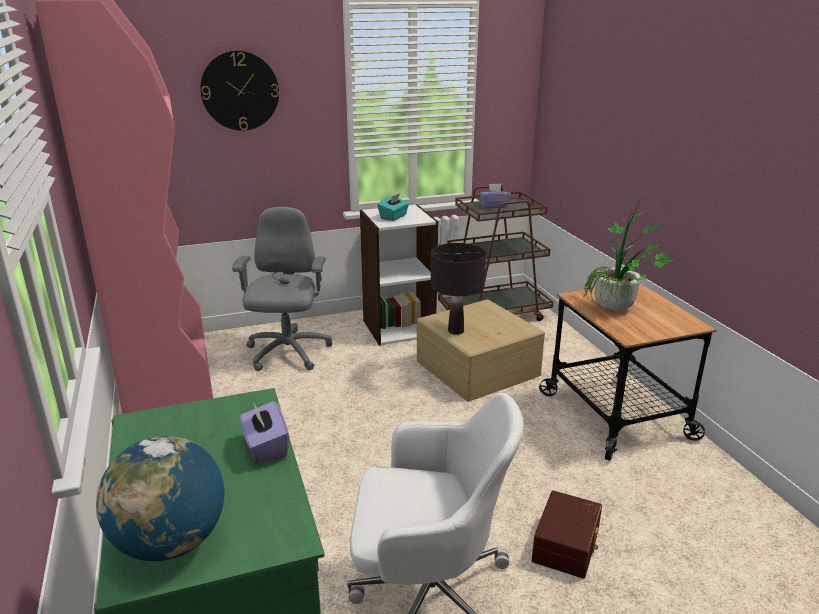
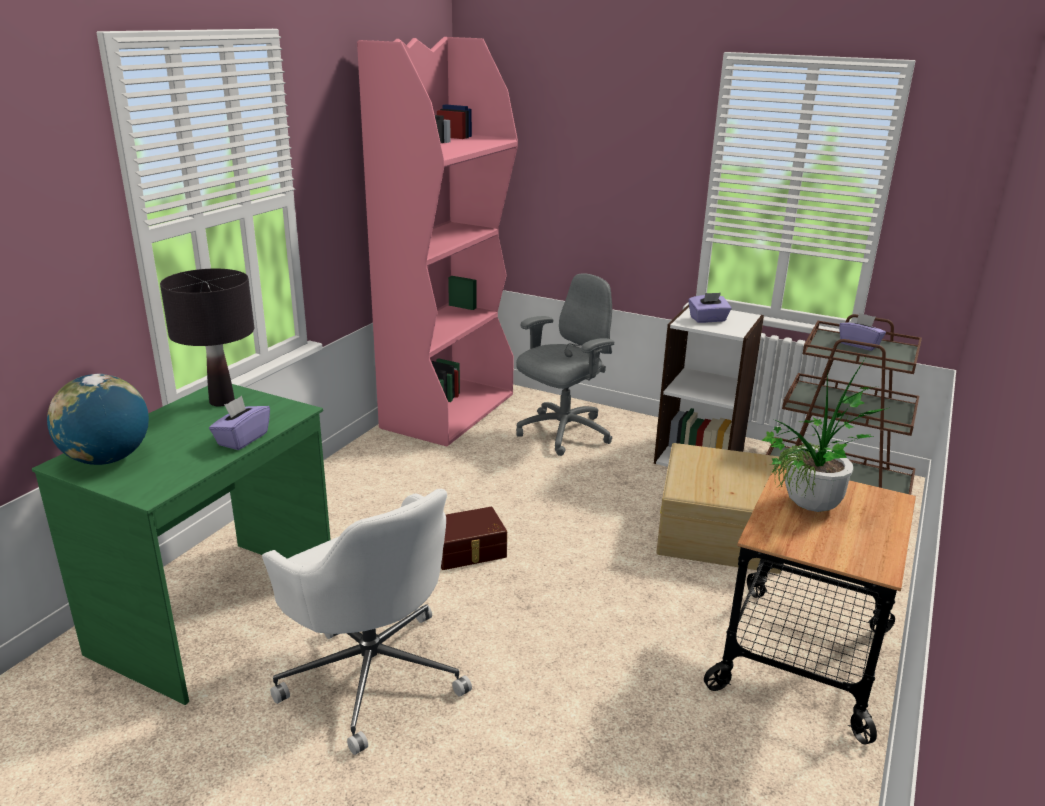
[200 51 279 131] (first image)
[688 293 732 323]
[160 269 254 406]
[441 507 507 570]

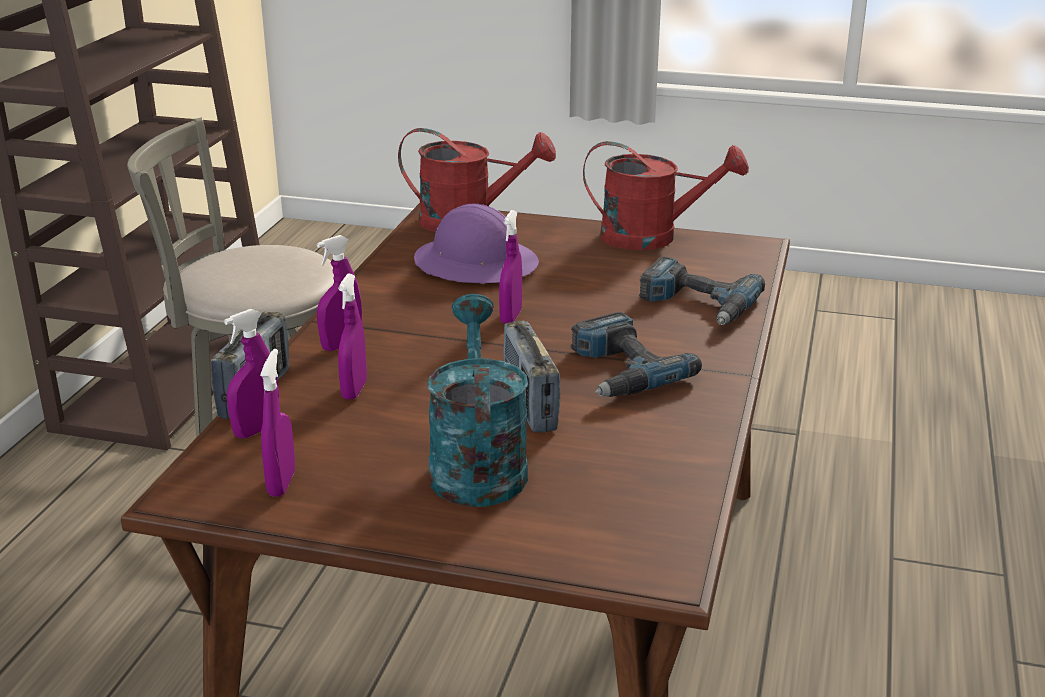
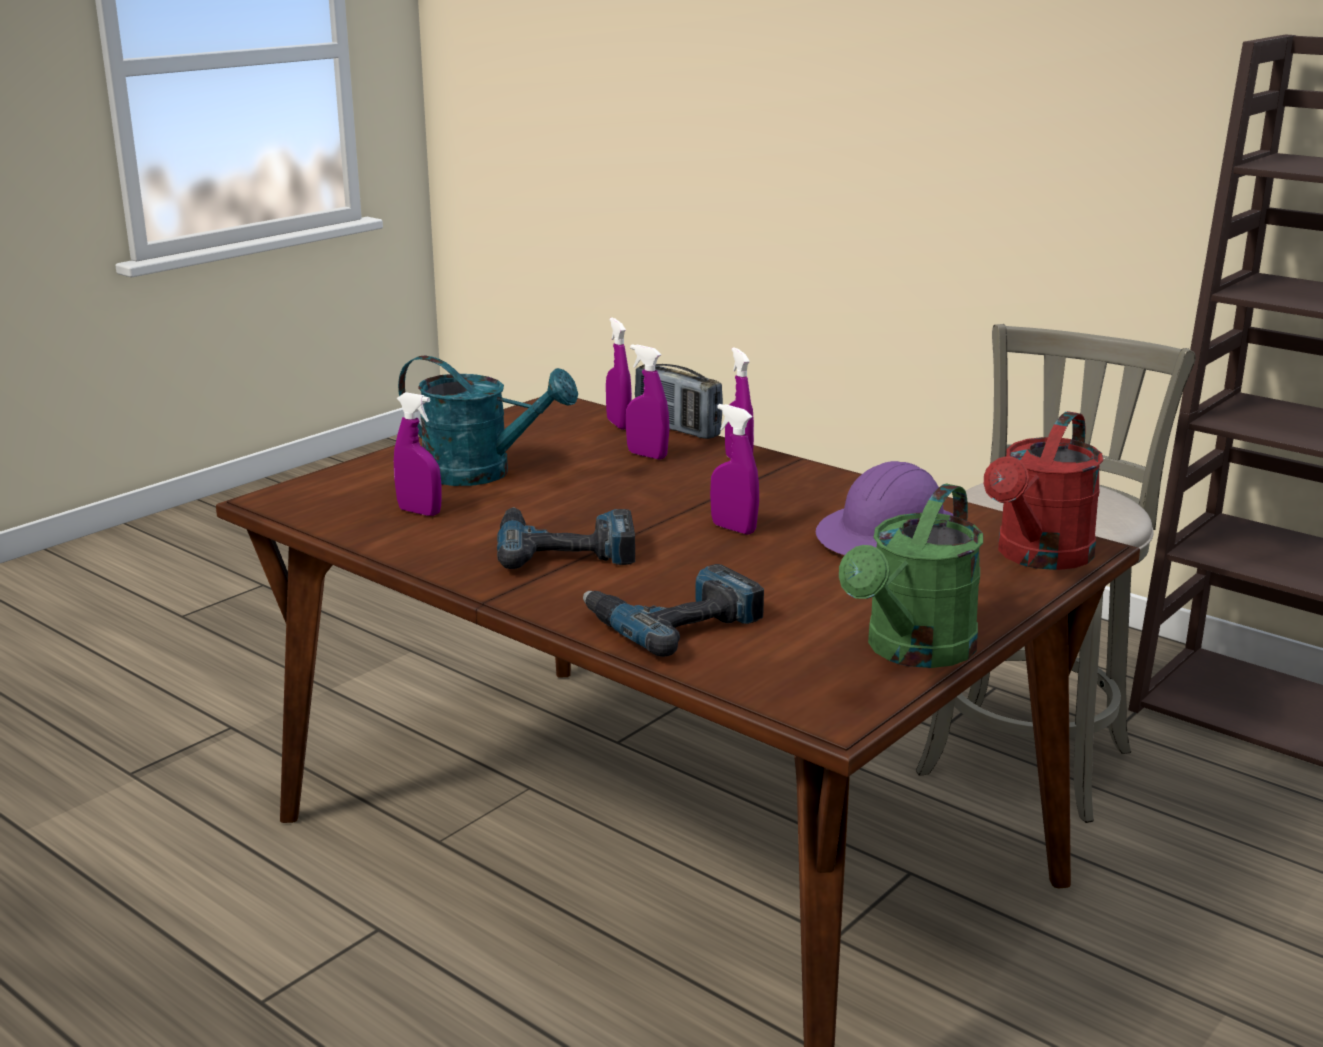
[394 392 442 516]
[503 321 560 432] (first image)
[839 483 983 668]

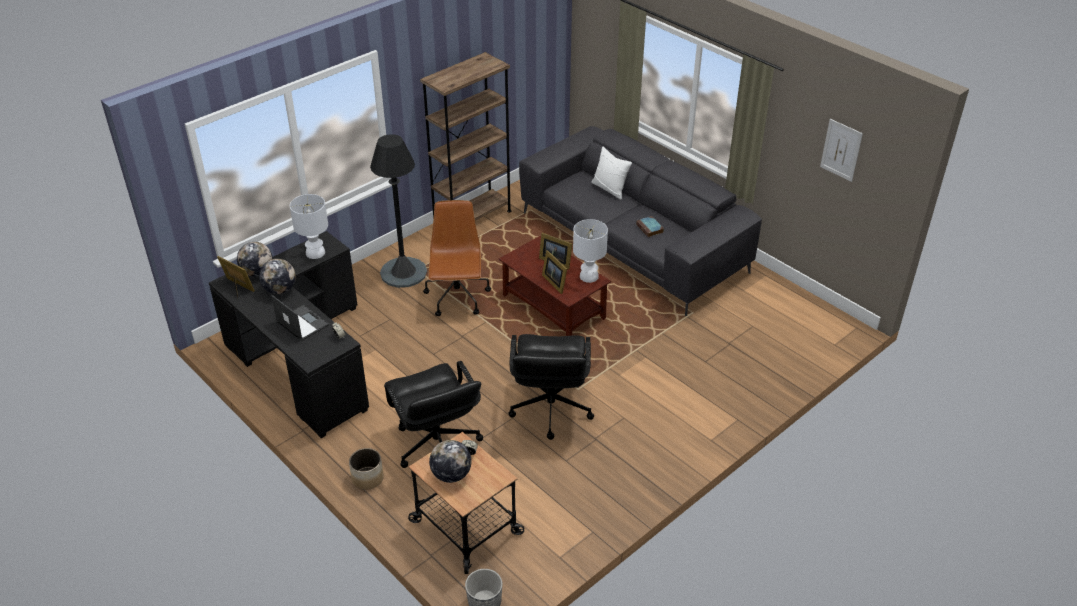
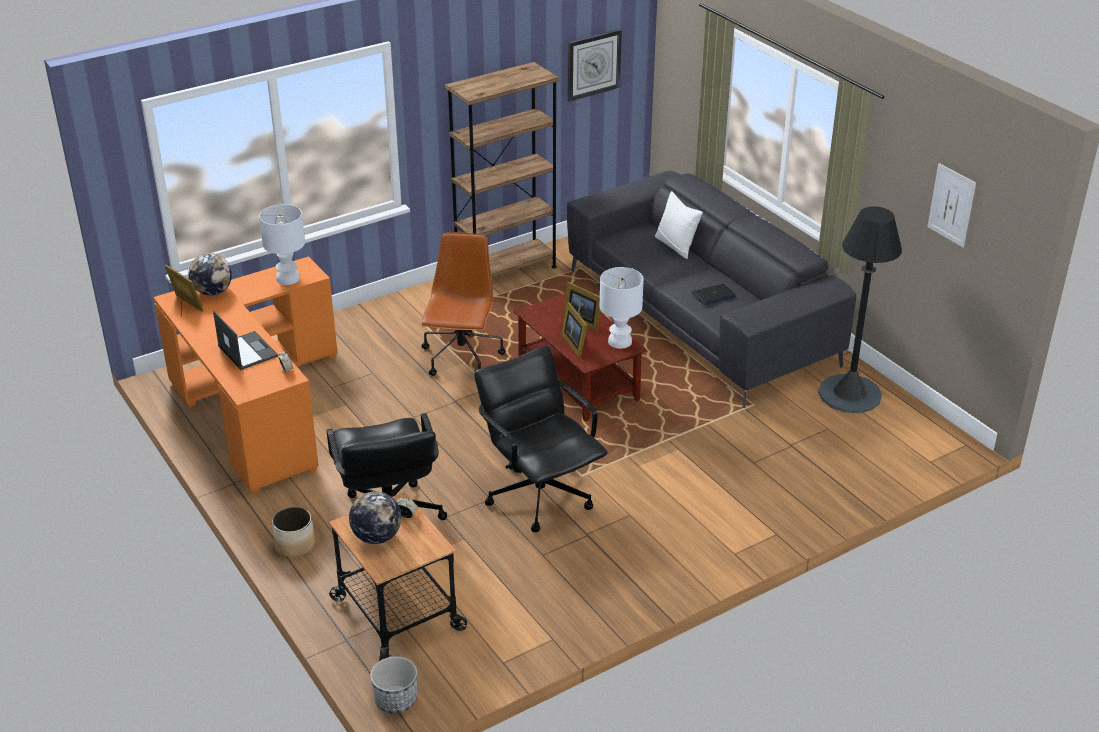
[153 256 338 495]
[259 259 296 294] (first image)
[818 206 902 413]
[474 345 608 532]
[692 284 736 305]
[568 29 622 102]

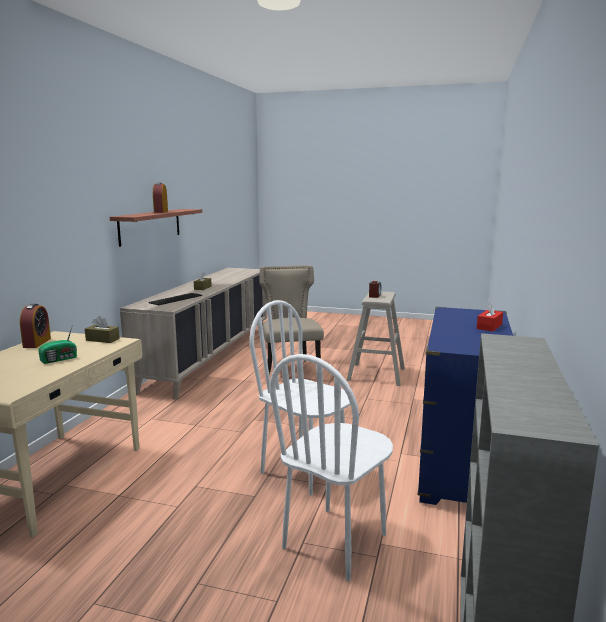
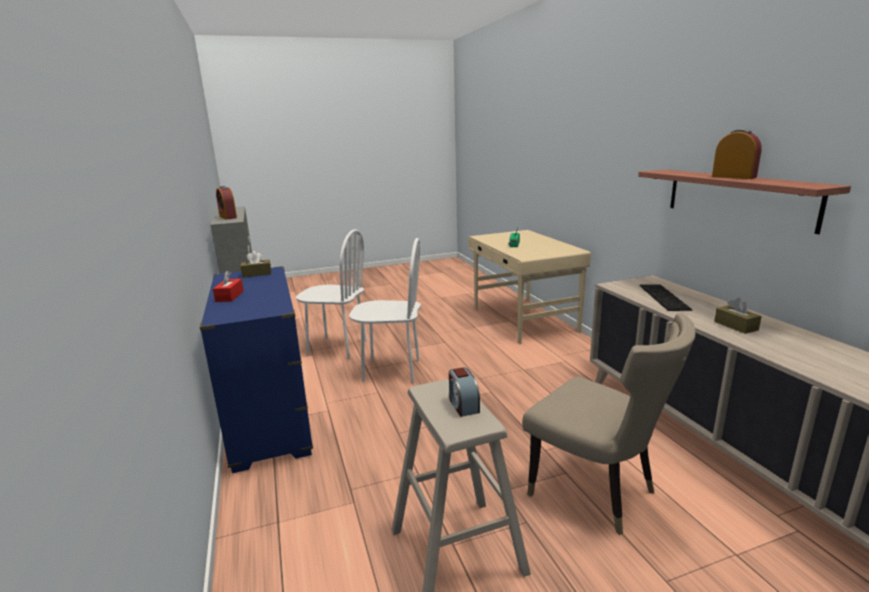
[216 186 237 220]
[240 251 271 278]
[296 229 367 360]

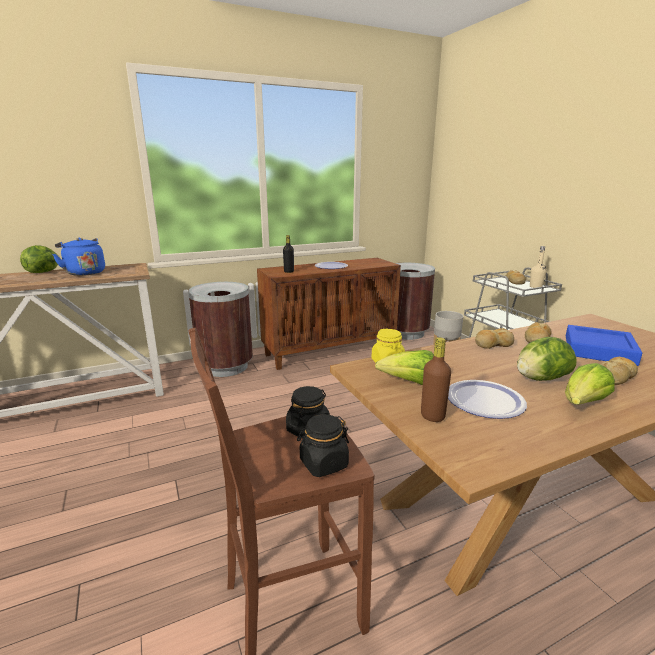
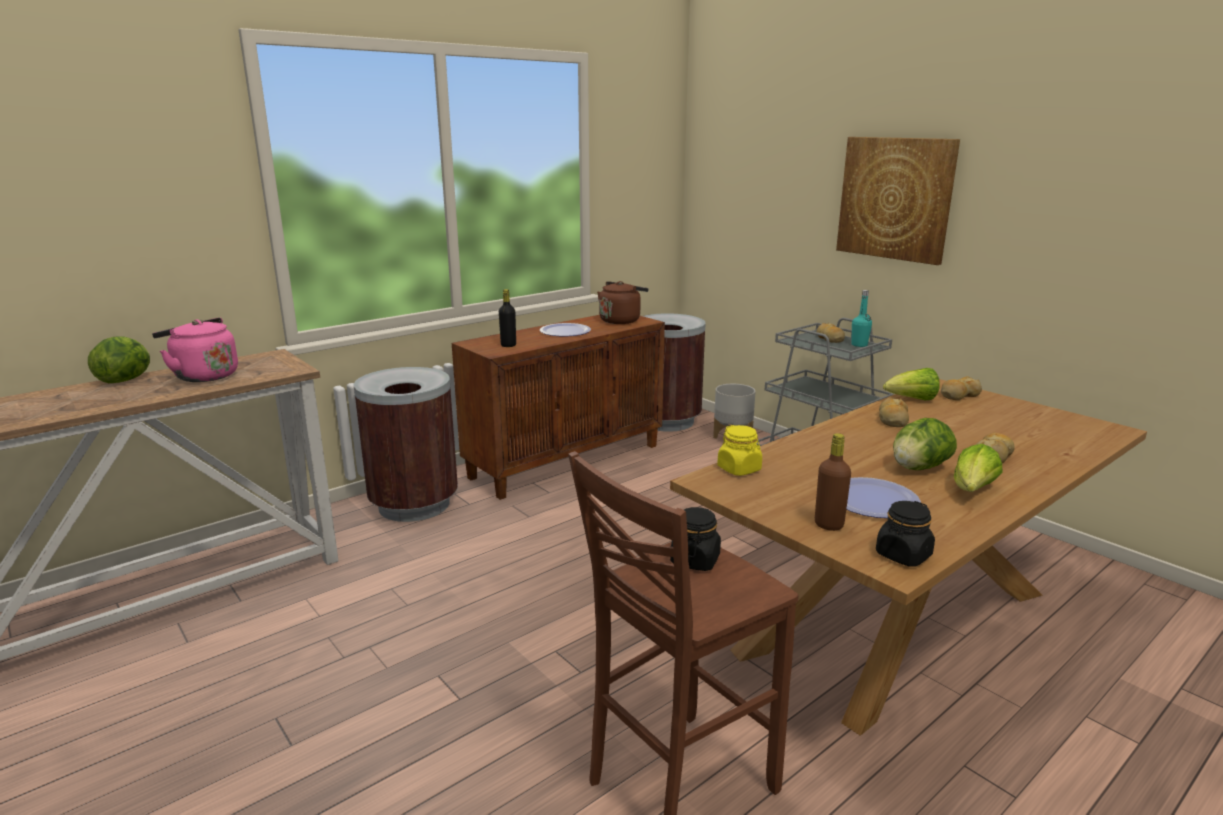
[152 318 238 382]
[876 501 935 567]
[883 368 940 401]
[941 376 982 400]
[851 290 872 347]
[566 325 642 366] (first image)
[597 281 649 324]
[836 137 960 265]

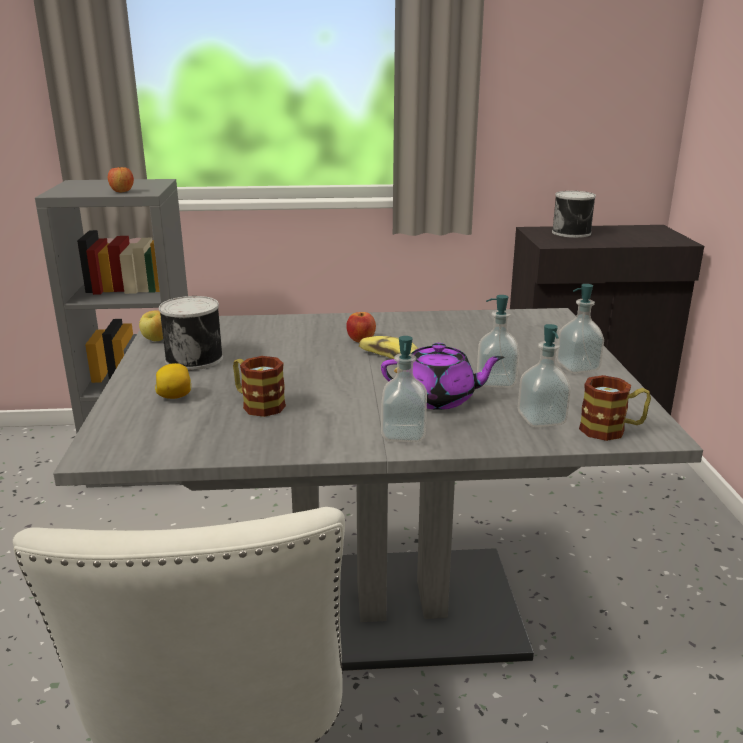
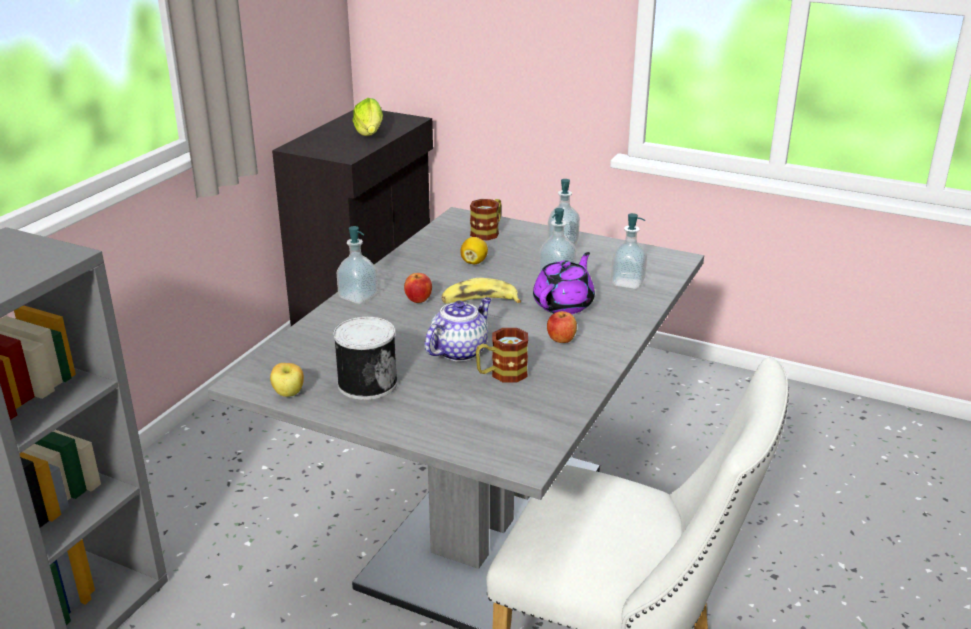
[547 311 577 343]
[460 237 488 264]
[337 226 378 304]
[552 191 596 238] (first image)
[470 199 501 240]
[352 98 383 136]
[424 297 492 362]

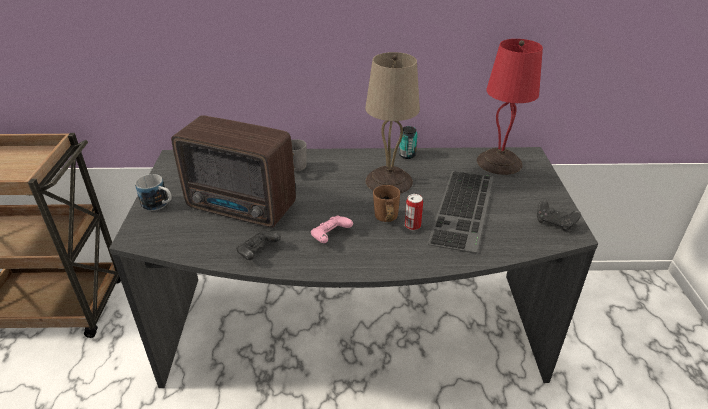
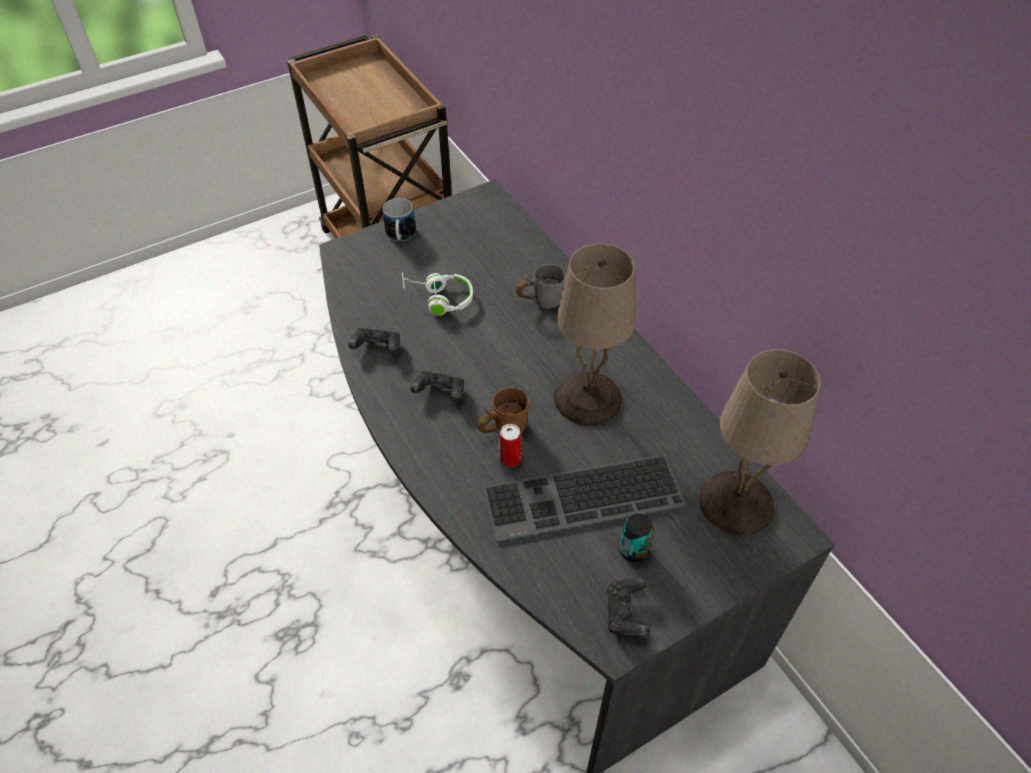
[402 272 473 315]
[410 371 464 402]
[619 514 654 562]
[699 349 820 535]

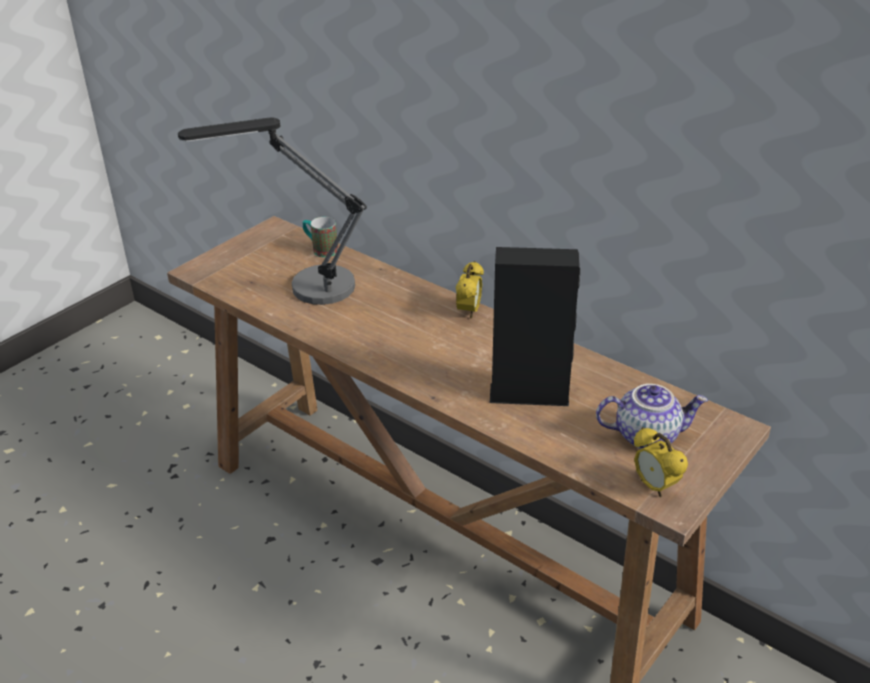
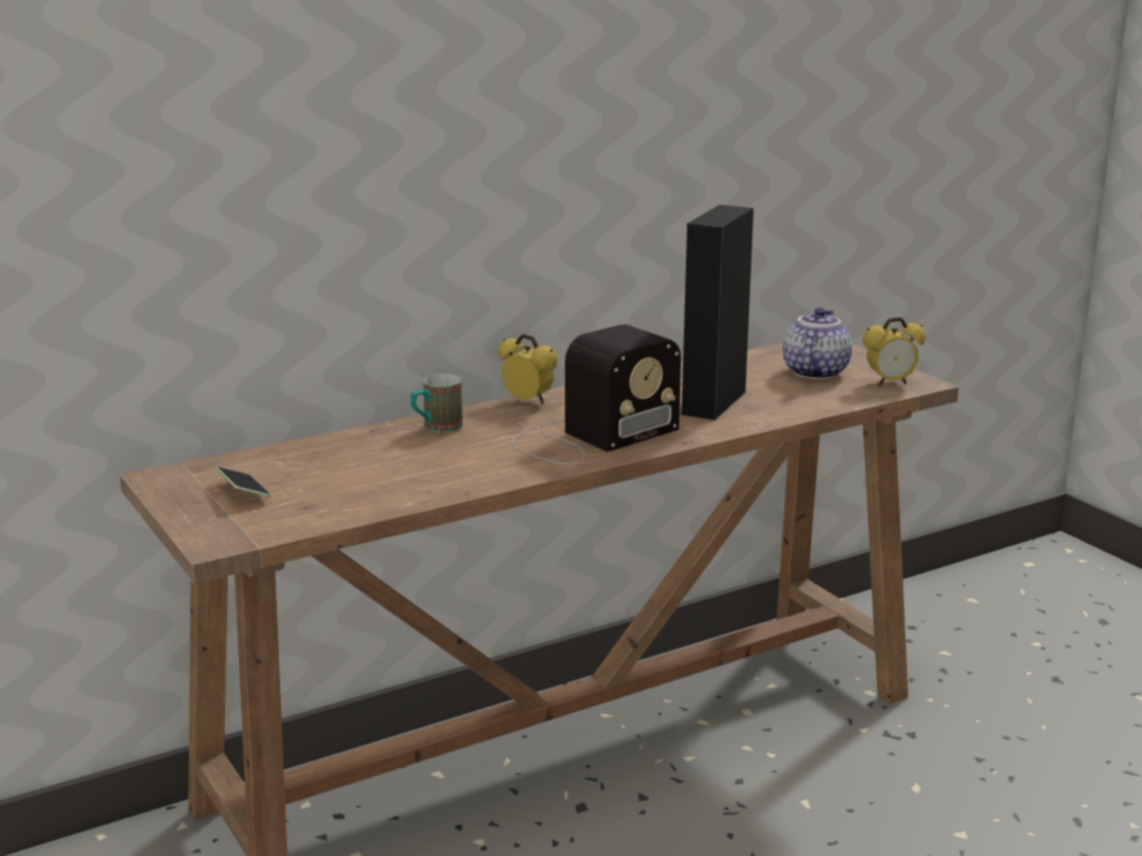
[178 118 367 305] (first image)
[411 374 463 433]
[216 467 270 497]
[512 324 681 465]

